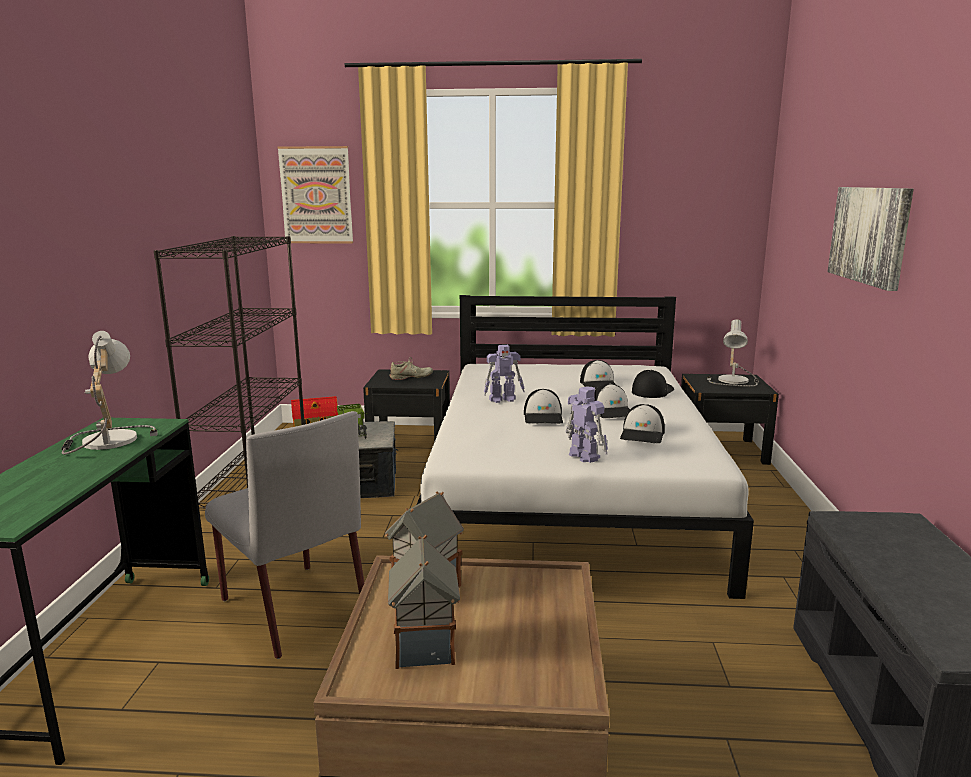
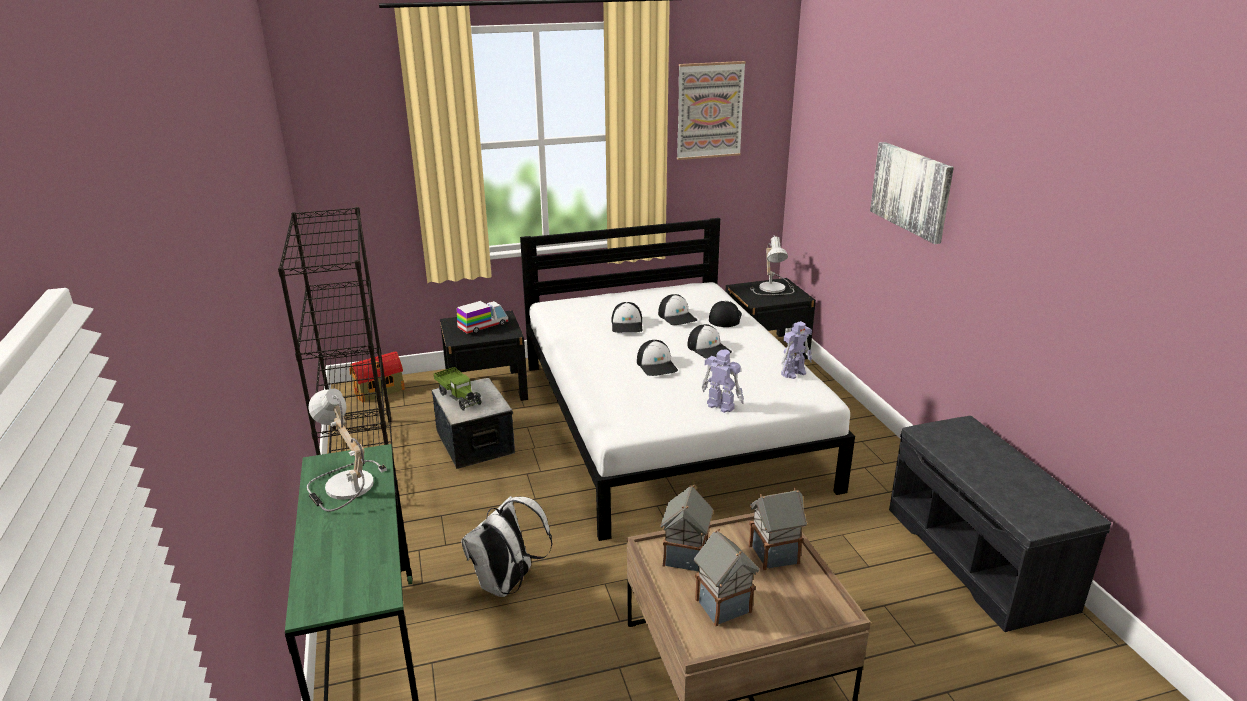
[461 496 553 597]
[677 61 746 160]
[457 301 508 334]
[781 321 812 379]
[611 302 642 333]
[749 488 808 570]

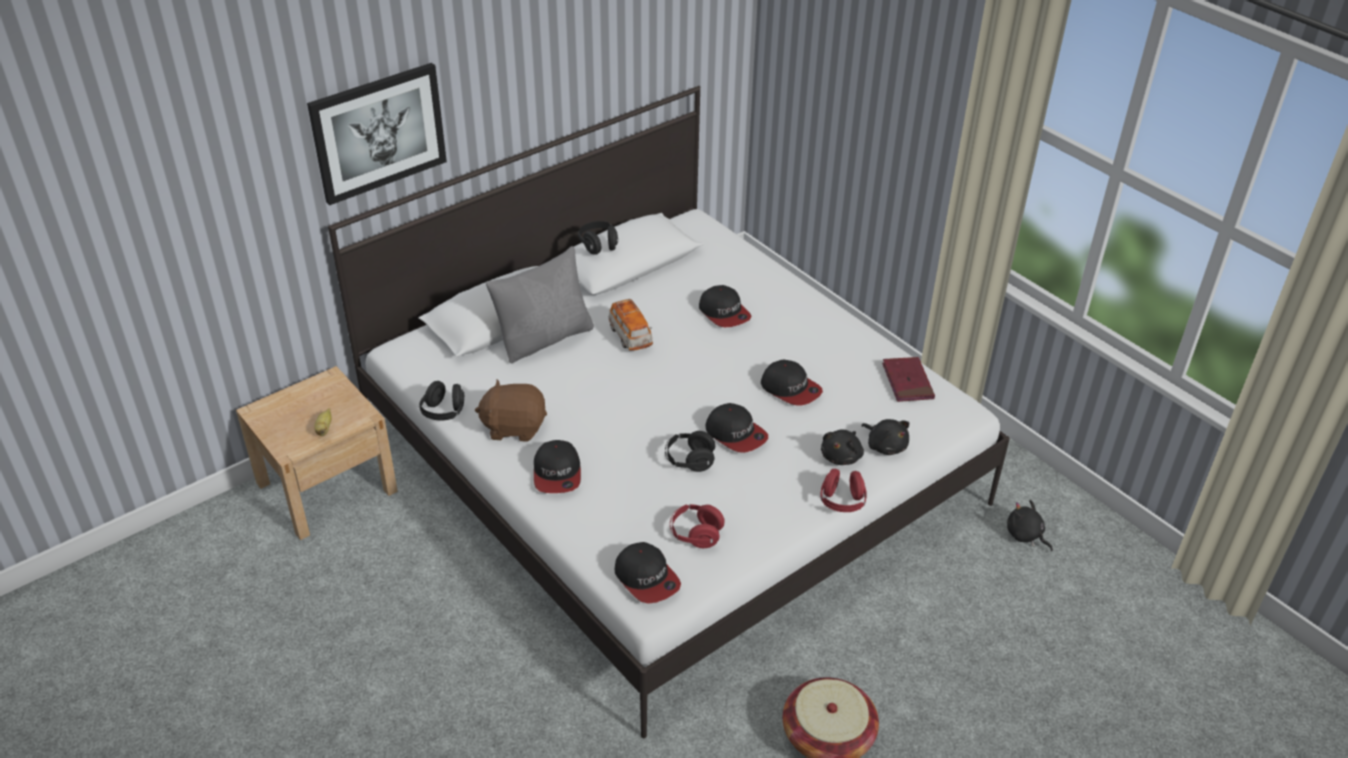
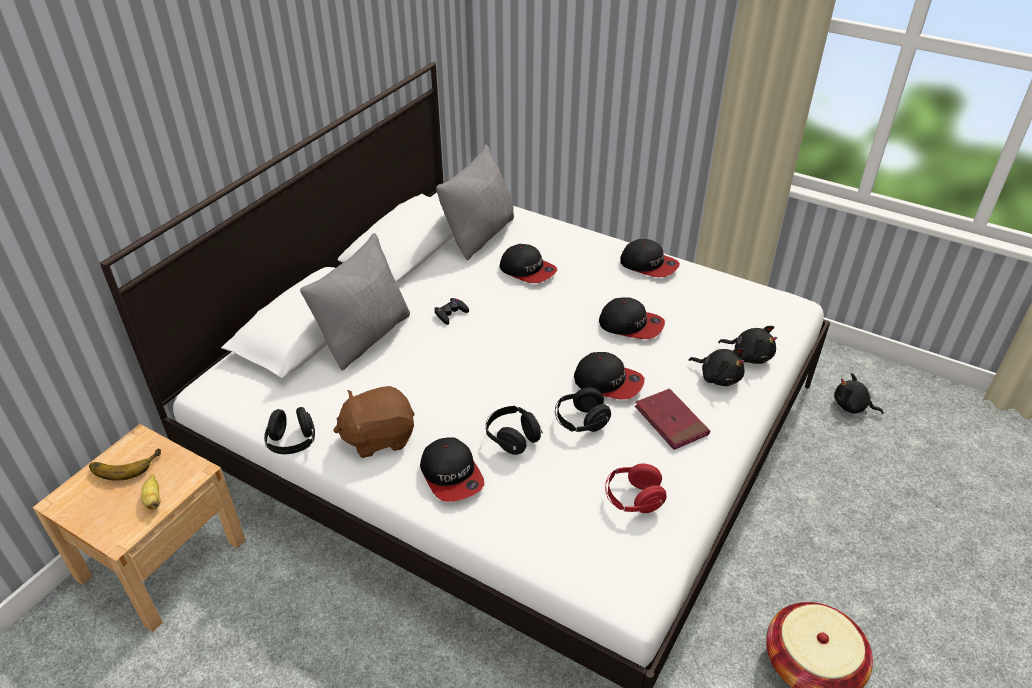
[307 63 447 205] (first image)
[486 406 543 455]
[434 298 469 325]
[620 239 680 277]
[820 468 867 512] (first image)
[689 348 744 386]
[635 389 710 450]
[89 449 161 481]
[436 145 514 260]

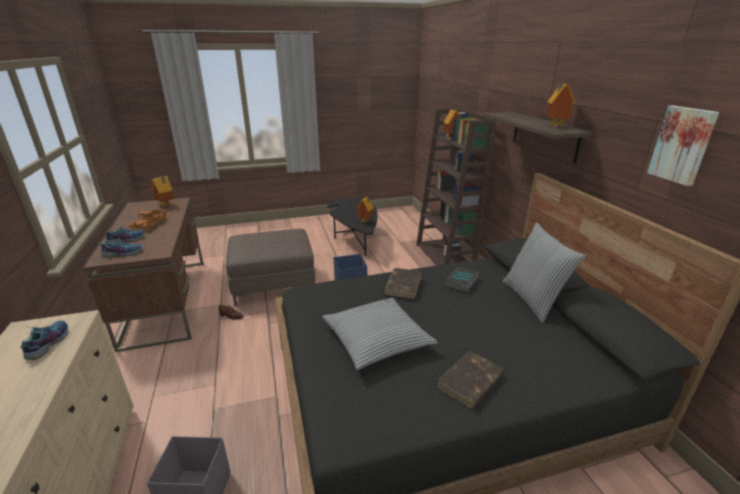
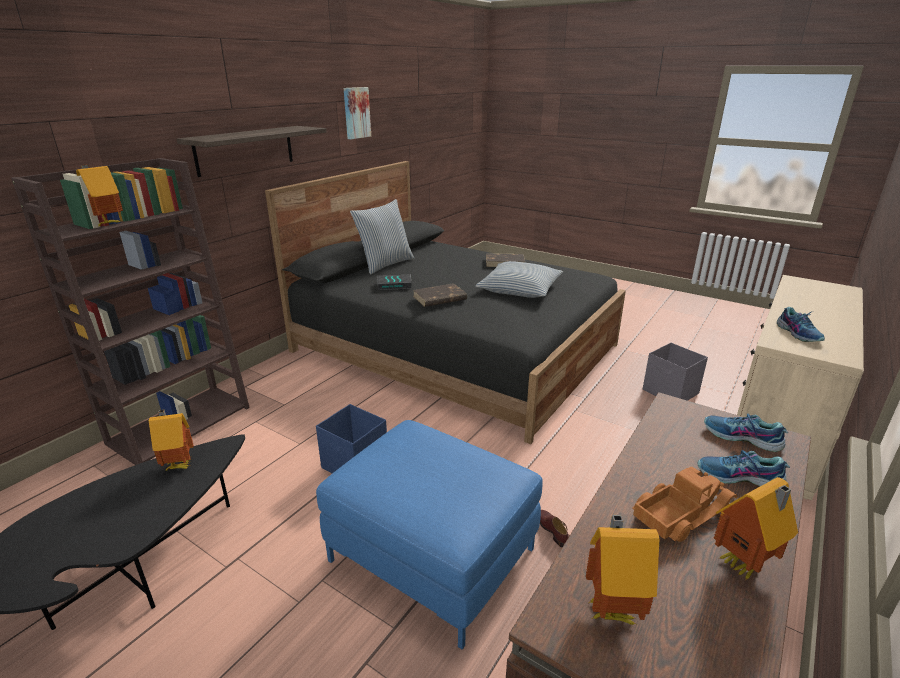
[777 307 825 342]
[316 420 543 649]
[714 477 798 579]

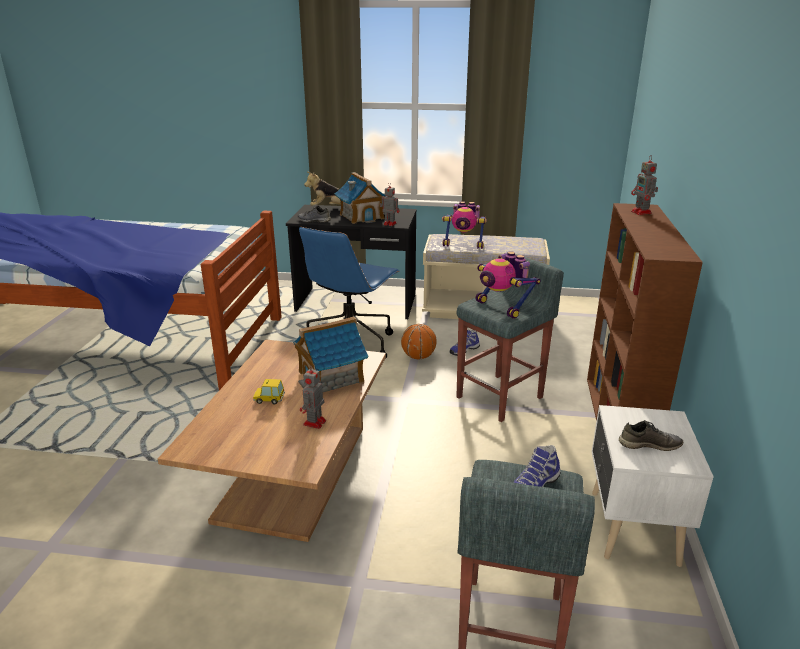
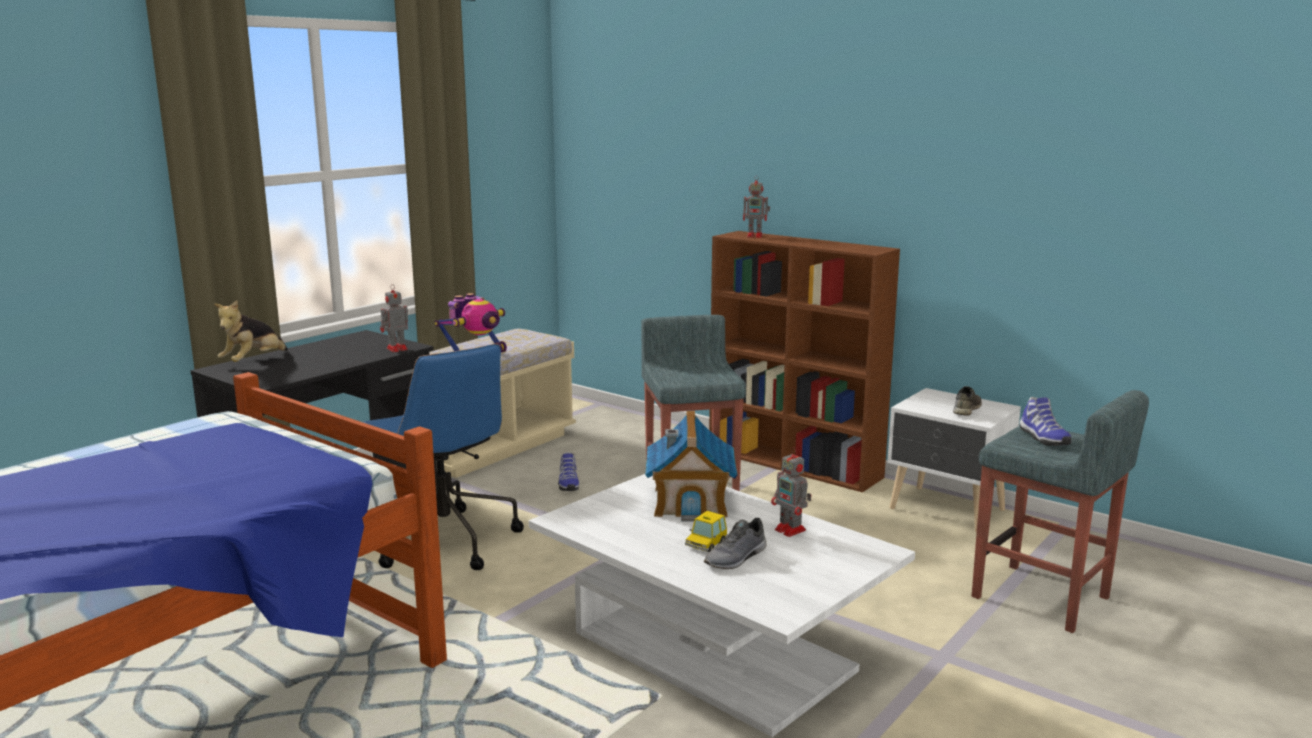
[529 474 915 737]
[704 518 767 569]
[335 172 386 224] (first image)
[401 324 437 359] (first image)
[475 251 540 319] (first image)

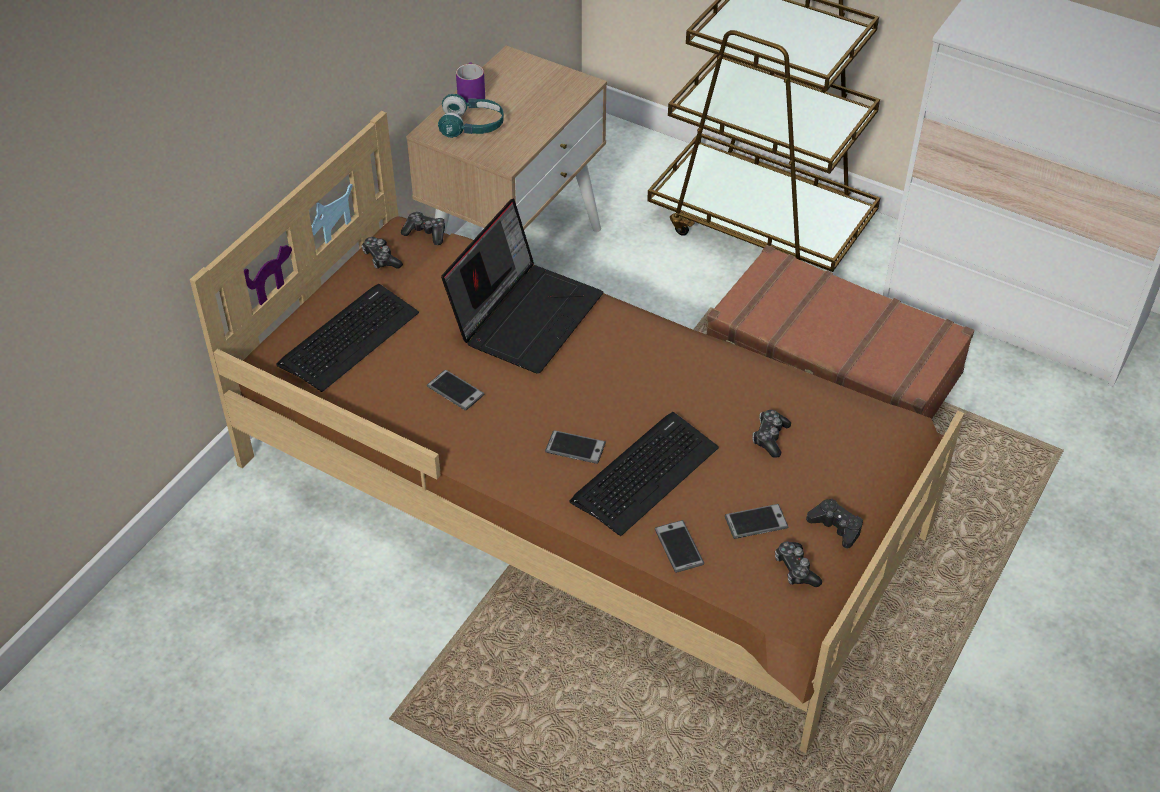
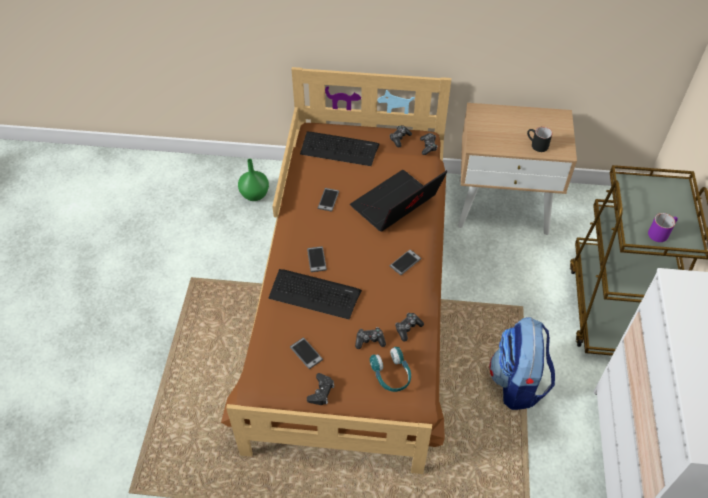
[370 347 411 392]
[350 170 447 232]
[648 213 678 242]
[390 249 422 275]
[489 317 555 410]
[395 313 424 342]
[238 159 269 201]
[527 127 552 152]

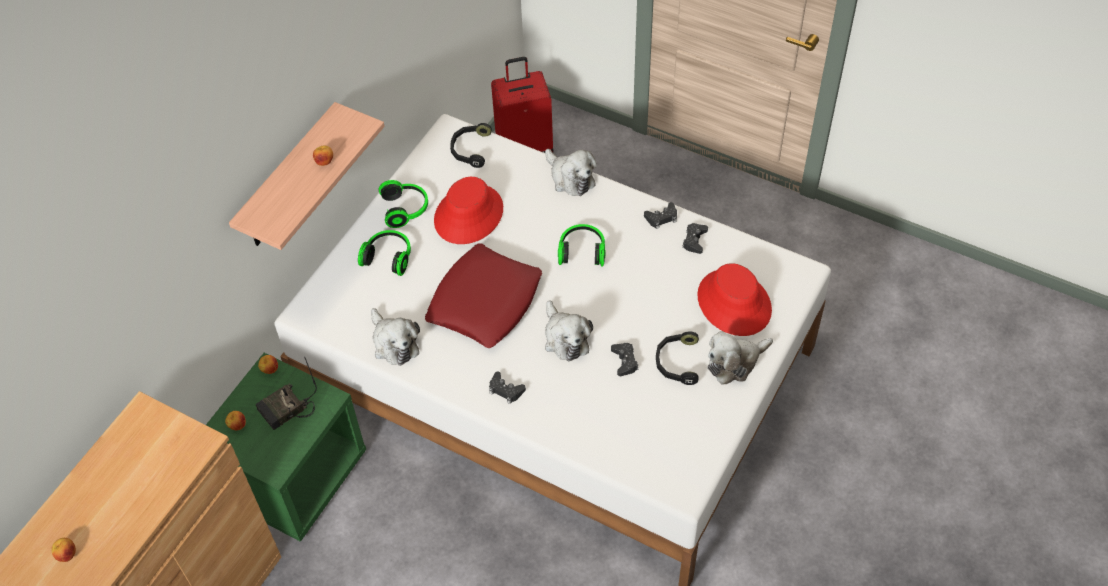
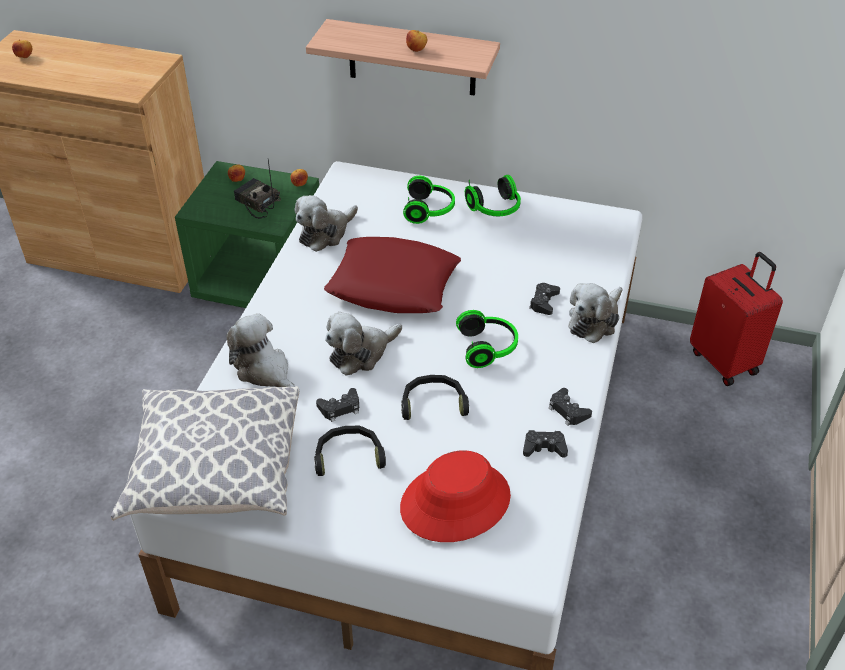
[434 177 503 244] (first image)
[401 375 469 420]
[529 283 560 315]
[227 313 295 387]
[111 386 299 521]

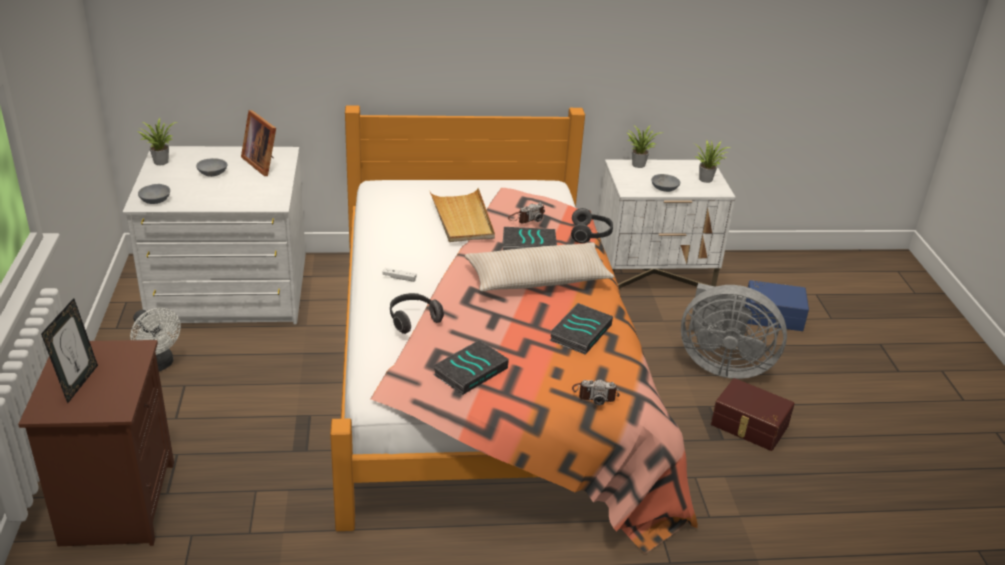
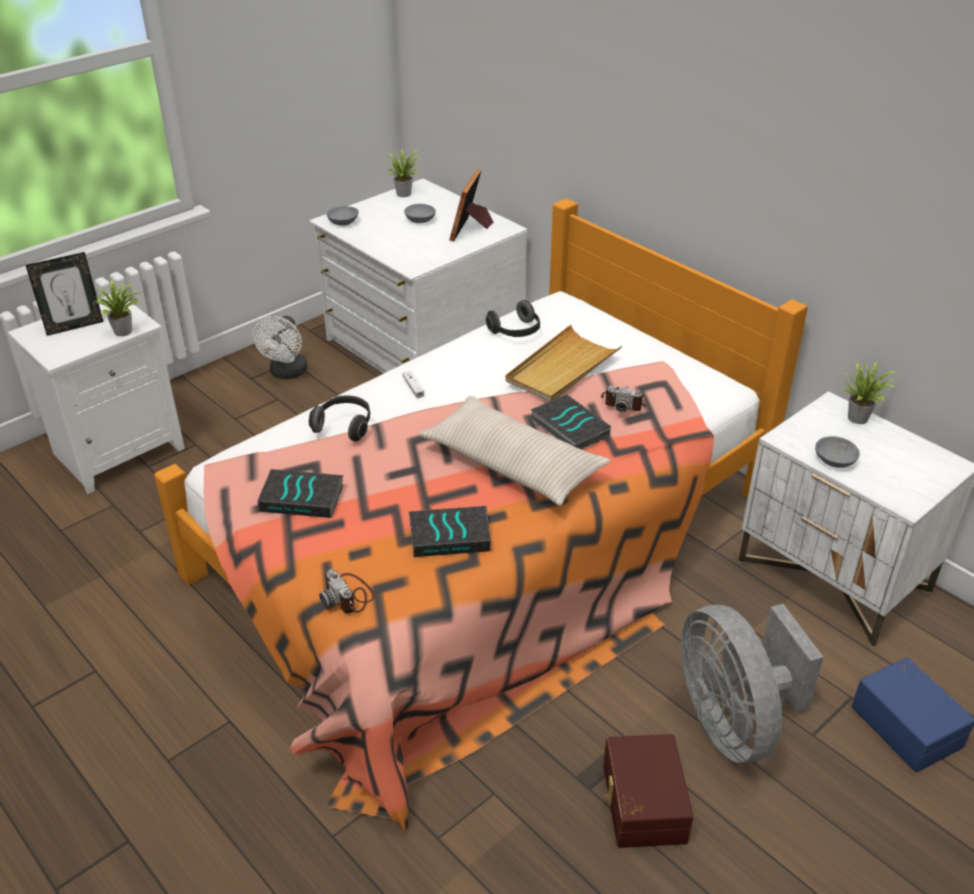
[8 292 185 494]
[486 300 540 337]
[95 279 139 336]

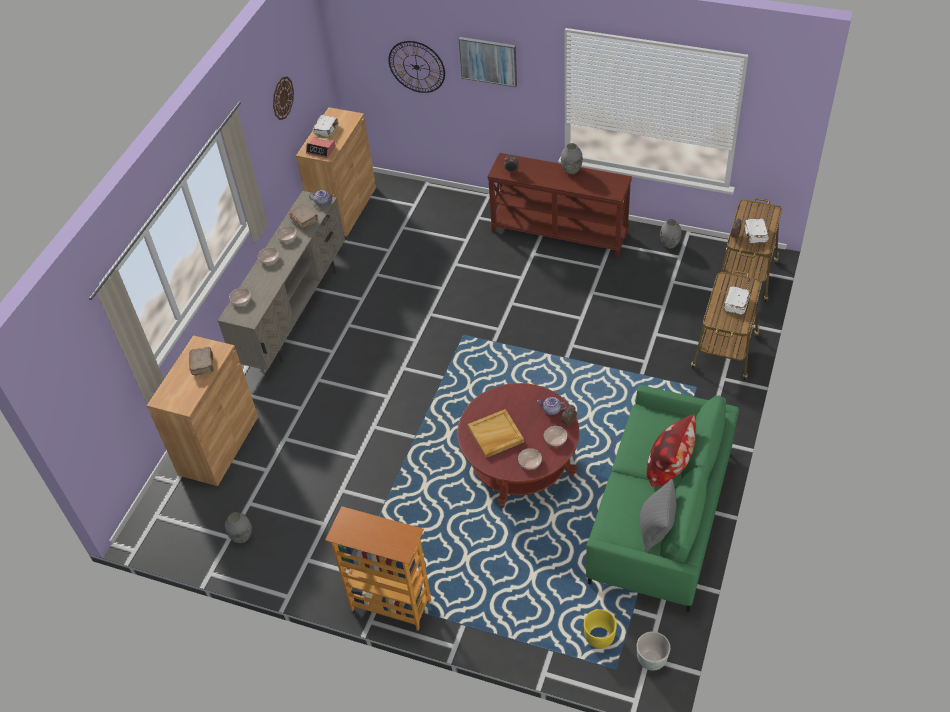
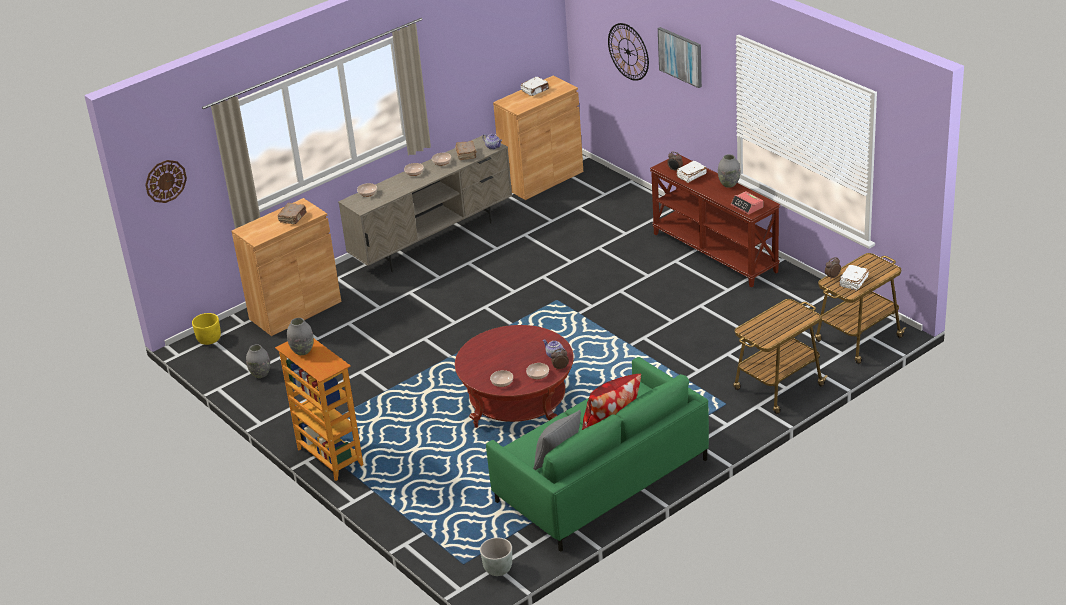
[145 160 187 203]
[731 191 763 215]
[468 409 524 458] (first image)
[192 313 221 345]
[287 318 314 355]
[676 161 707 183]

